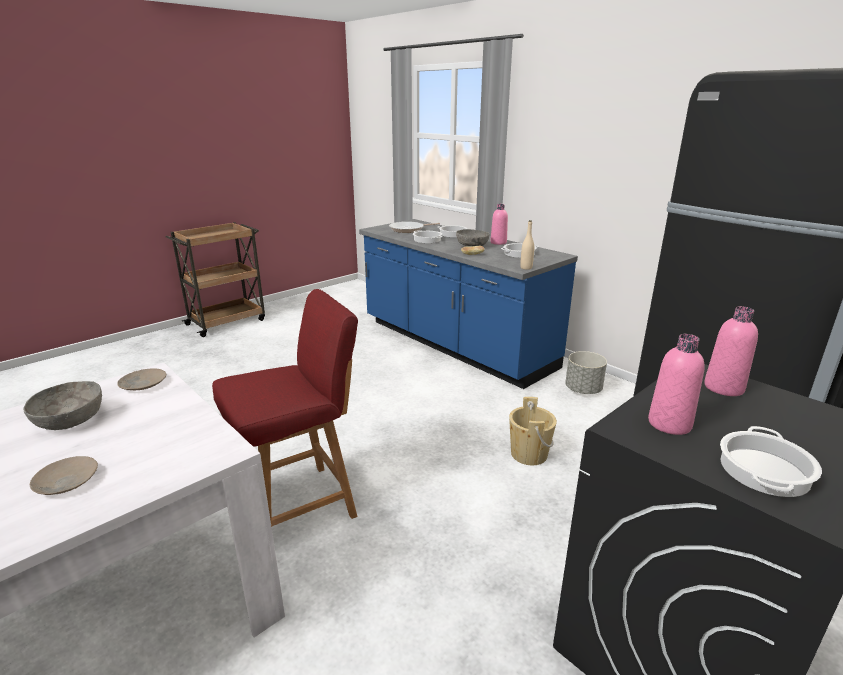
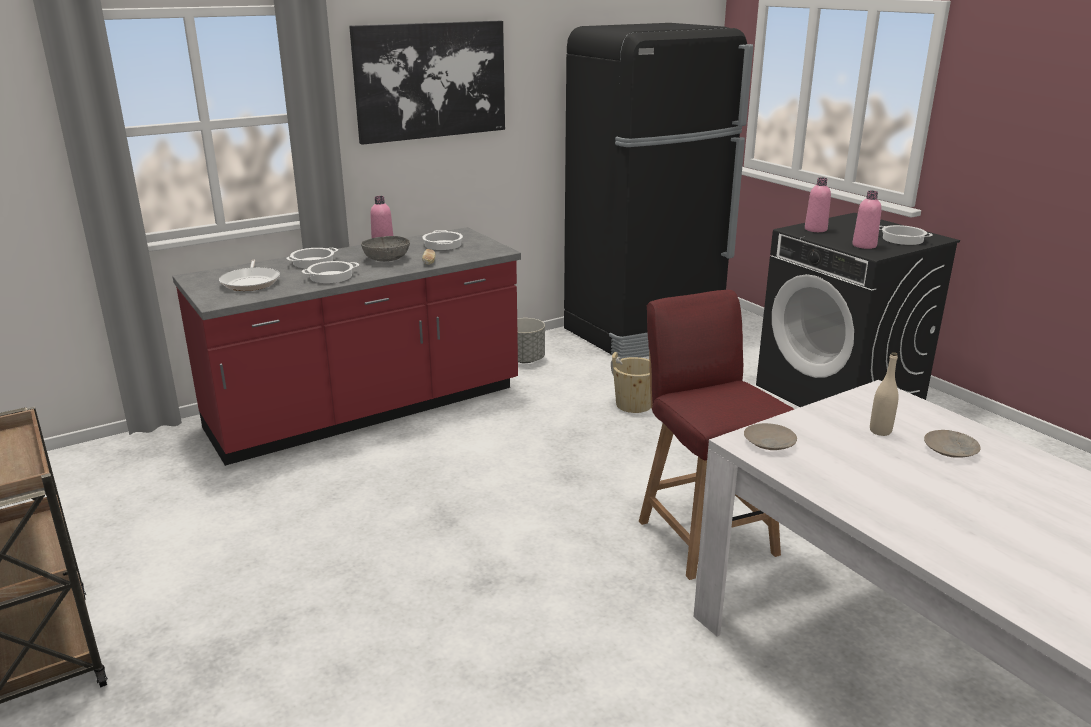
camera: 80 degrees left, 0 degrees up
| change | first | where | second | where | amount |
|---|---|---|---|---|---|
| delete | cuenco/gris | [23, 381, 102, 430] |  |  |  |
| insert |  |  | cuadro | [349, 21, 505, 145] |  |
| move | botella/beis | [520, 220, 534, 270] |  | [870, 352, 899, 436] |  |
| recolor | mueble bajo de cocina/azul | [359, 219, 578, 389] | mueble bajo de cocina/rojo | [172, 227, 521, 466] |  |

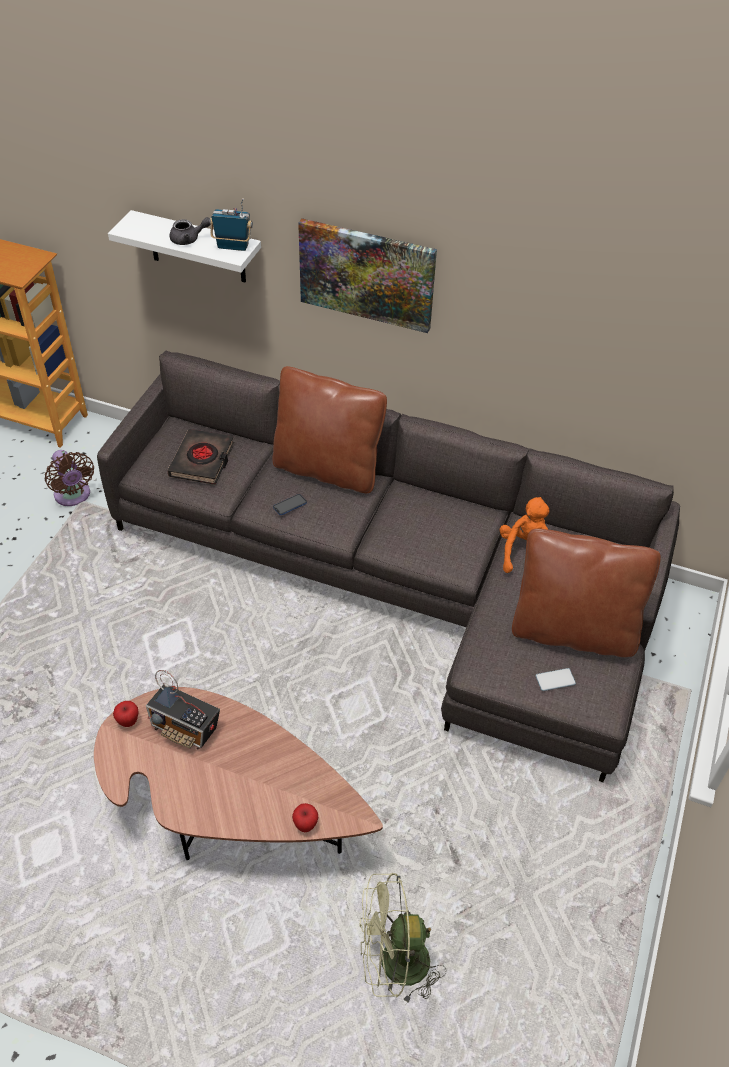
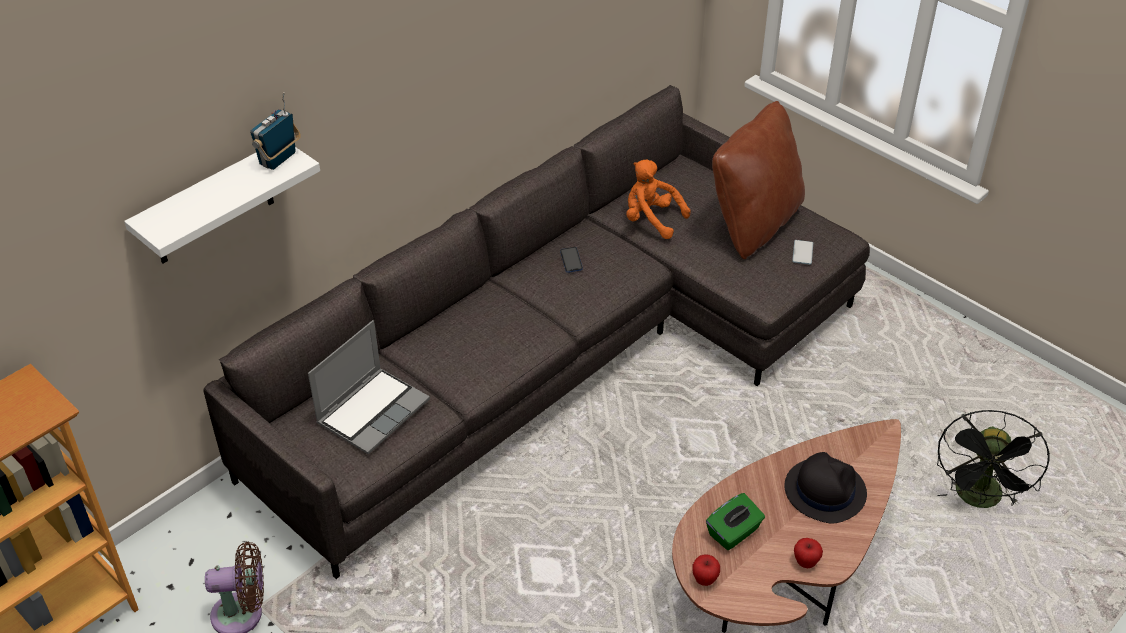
camera: 65 degrees left, 5 degrees down
| change | first | where | second | where | amount |
|---|---|---|---|---|---|
| delete | tetera/gris | [170, 217, 211, 245] |  |  |  |
| delete | cojín/marrón | [273, 366, 387, 493] |  |  |  |
| delete | cuadro | [298, 218, 437, 333] |  |  |  |
| insert |  |  | sombrero/negro | [784, 452, 867, 523] |  |
| move | móvil | [273, 494, 307, 515] |  | [560, 247, 583, 273] |  |
| move | manzana | [292, 803, 318, 832] |  | [794, 538, 823, 568] |  |
| replace | radio | [146, 670, 220, 750] | caja de pañuelos/verde | [706, 493, 765, 550] |  |
| replace | libro/negro | [167, 429, 234, 485] | portátil | [308, 320, 430, 454] |  |
| recolor | ventilador/verde | [360, 873, 446, 1006] | ventilador/negro | [937, 410, 1050, 508] |  |

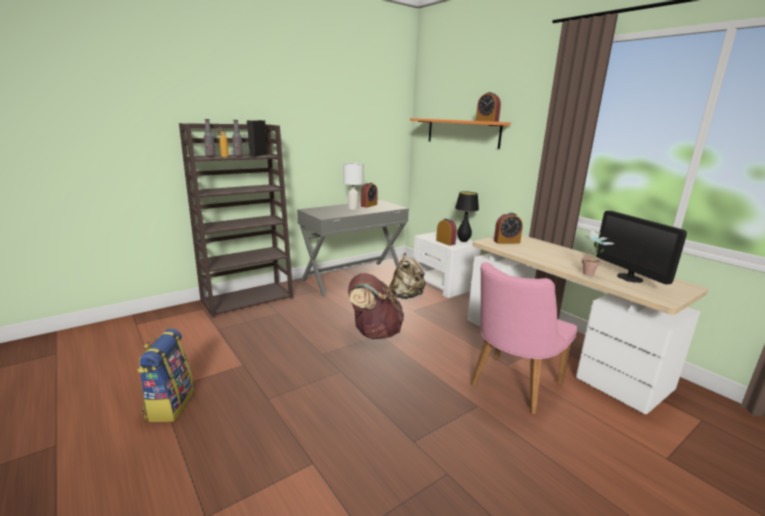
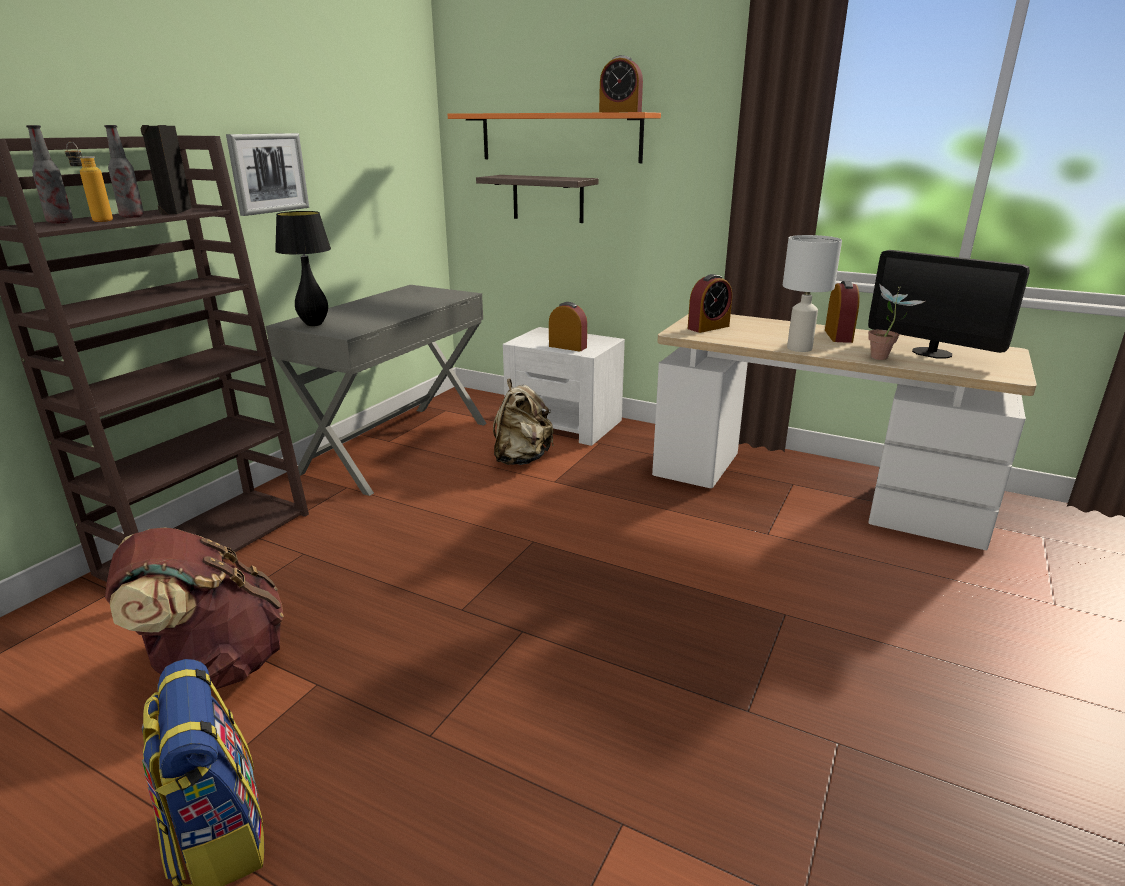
camera: 25 degrees left, 5 degrees up
| change | first | where | second | where | amount |
|---|---|---|---|---|---|
| delete | silla/rosa | [471, 262, 578, 414] |  |  |  |
| insert |  |  | cuadro | [226, 133, 309, 216] |  |
| insert |  |  | estante | [476, 175, 599, 223] |  |
| move | lámpara de mesa/blanco | [343, 163, 364, 210] |  | [783, 235, 842, 352] |  |
| move | mochila/marrón | [348, 273, 404, 339] |  | [105, 527, 284, 690] |  |
| move | despertador | [361, 182, 378, 208] |  | [825, 281, 860, 343] |  |
| move | lámpara de mesa/negro | [455, 191, 479, 242] |  | [275, 211, 331, 326] |  |

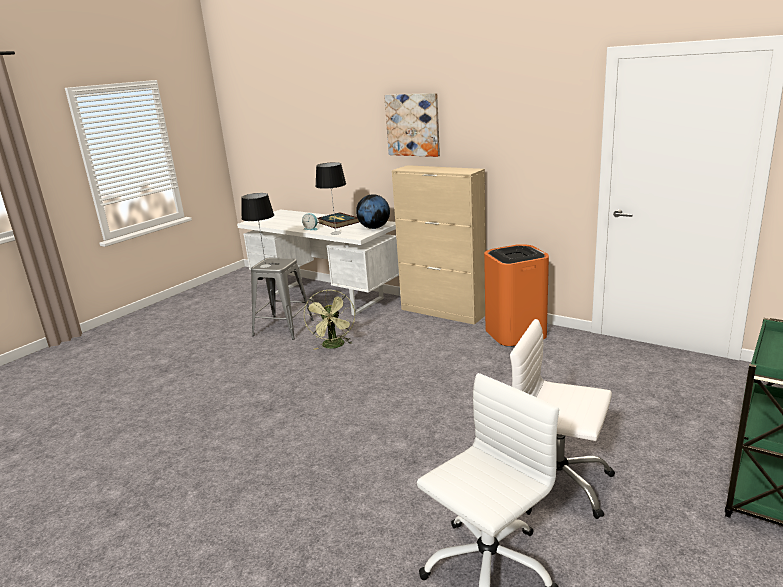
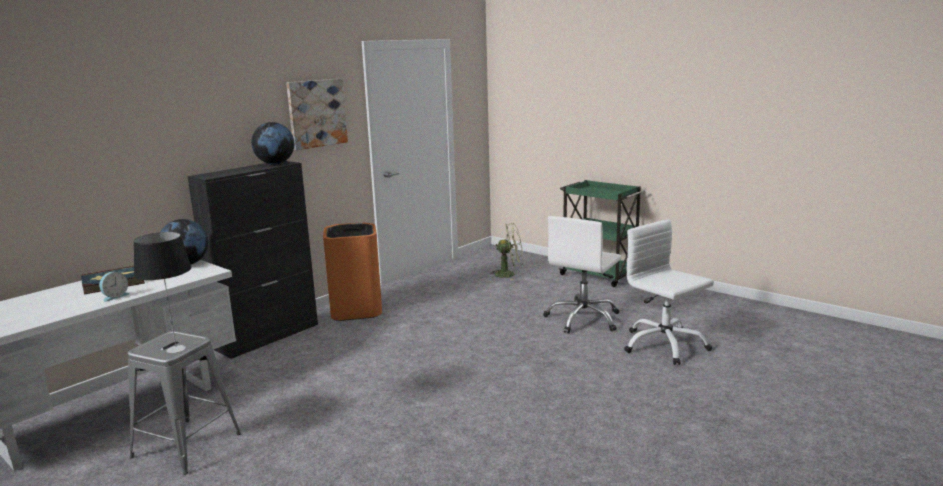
camera: 85 degrees left, 5 degrees down
| change | first | where | second | where | amount |
|---|---|---|---|---|---|
| delete | lámpara de mesa | [315, 162, 346, 235] |  |  |  |
| insert |  |  | globo terráqueo | [251, 122, 294, 164] |  |
| move | ventilador/verde | [304, 290, 355, 350] |  | [489, 223, 523, 280] |  |
| move | cuadro | [384, 93, 440, 157] |  | [286, 79, 348, 150] |  |
| recolor | armario/beis | [392, 165, 486, 325] | armario/negro | [187, 161, 318, 359] |  |

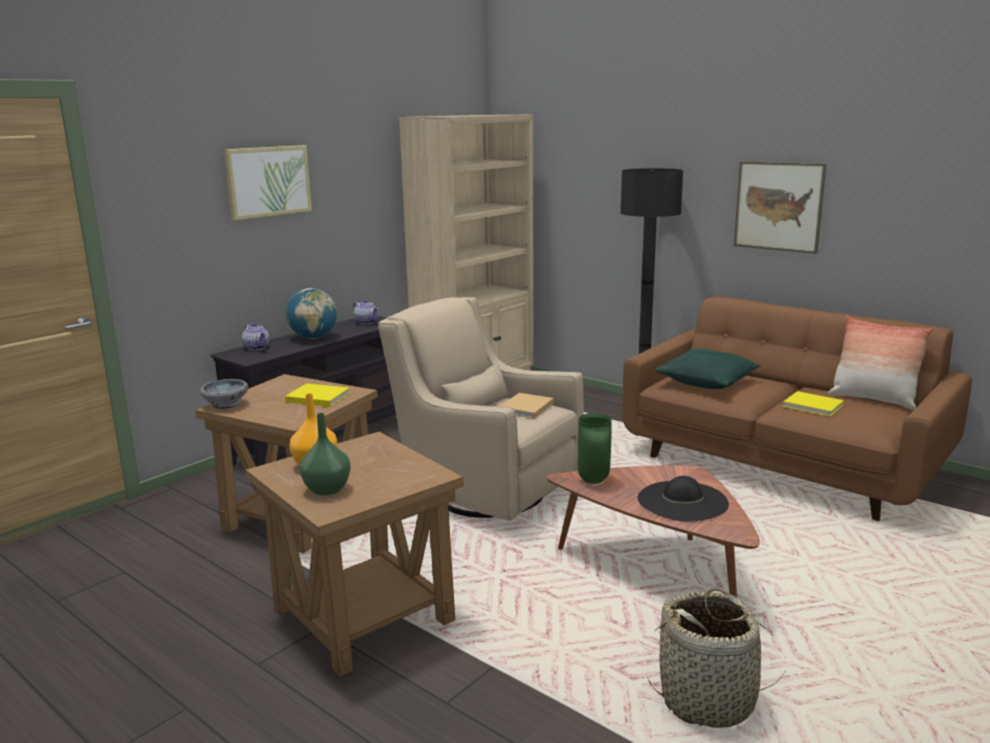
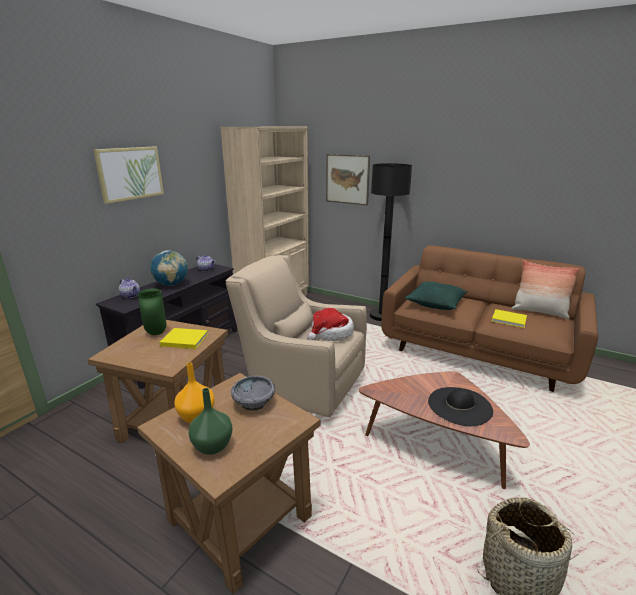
camera: 10 degrees left, 5 degrees up
| change | first | where | second | where | amount |
|---|---|---|---|---|---|
| move | cuenco/gris | [200, 379, 248, 409] |  | [231, 376, 275, 411] |  |
| move | florero/verde | [578, 413, 612, 484] |  | [138, 288, 167, 335] |  |
| move | cuadro | [734, 161, 826, 254] |  | [326, 154, 370, 205] |  |
| replace | libro/beis | [500, 393, 554, 418] | sombrero | [307, 308, 354, 341] |  |

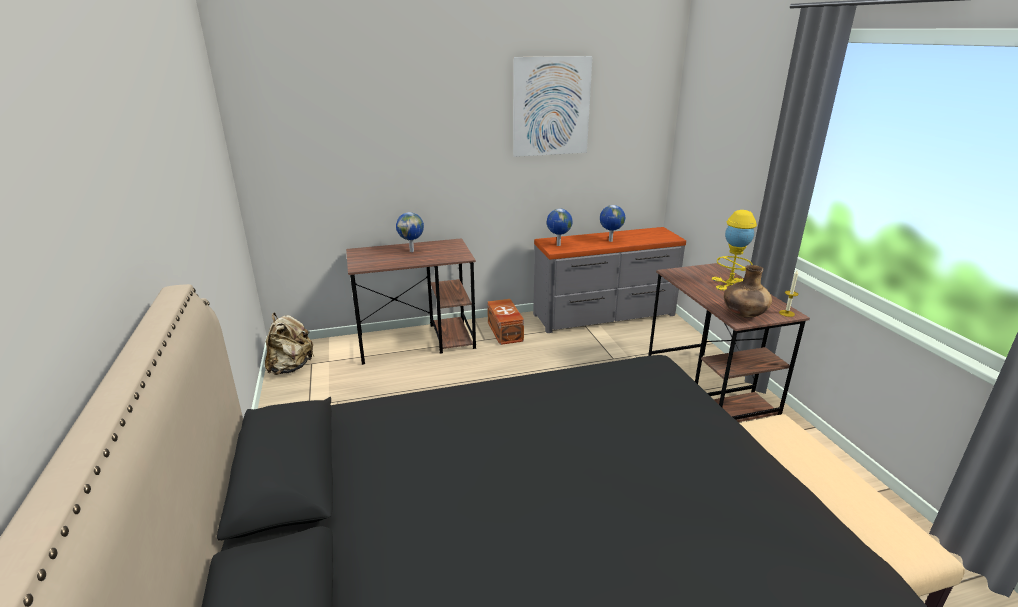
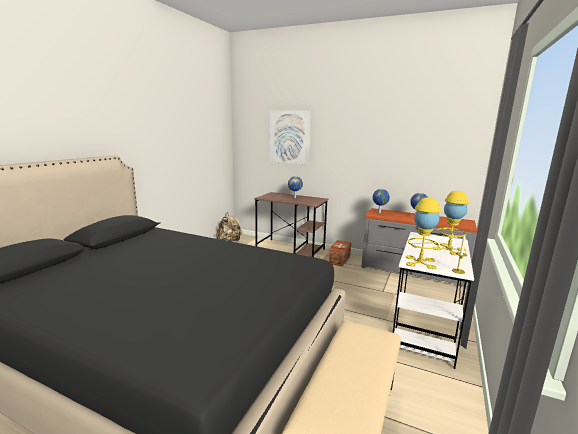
camera: 40 degrees right, 10 degrees down
| change | first | where | second | where | amount |
|---|---|---|---|---|---|
| move | cuadro | [513, 56, 592, 157] |  | [269, 111, 311, 165] |  |
| replace | florero/marrón | [724, 265, 772, 318] | lámpara de mesa/amarillo | [406, 198, 441, 269] |  |
| recolor | escritorio/marrón | [648, 263, 810, 422] | escritorio/blanco | [393, 232, 474, 369] |  |

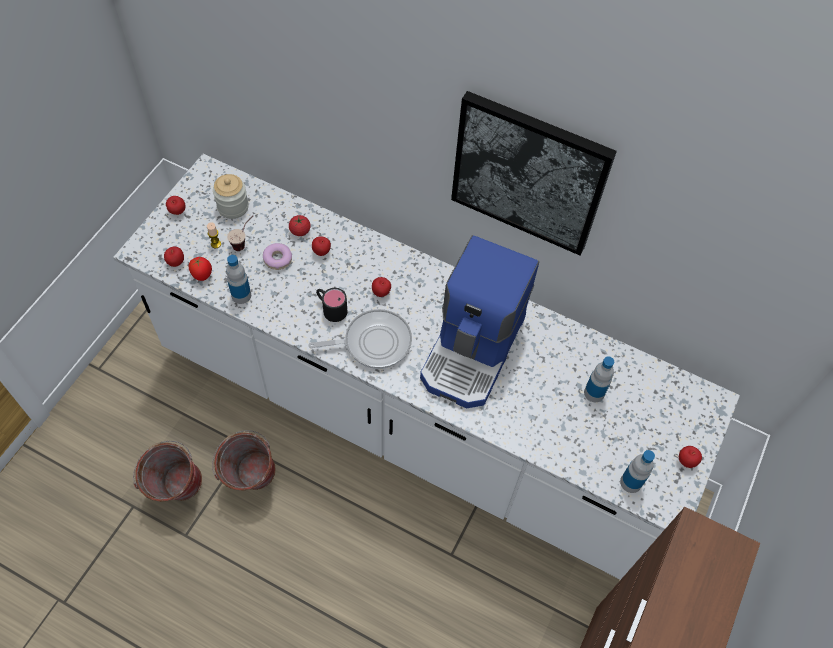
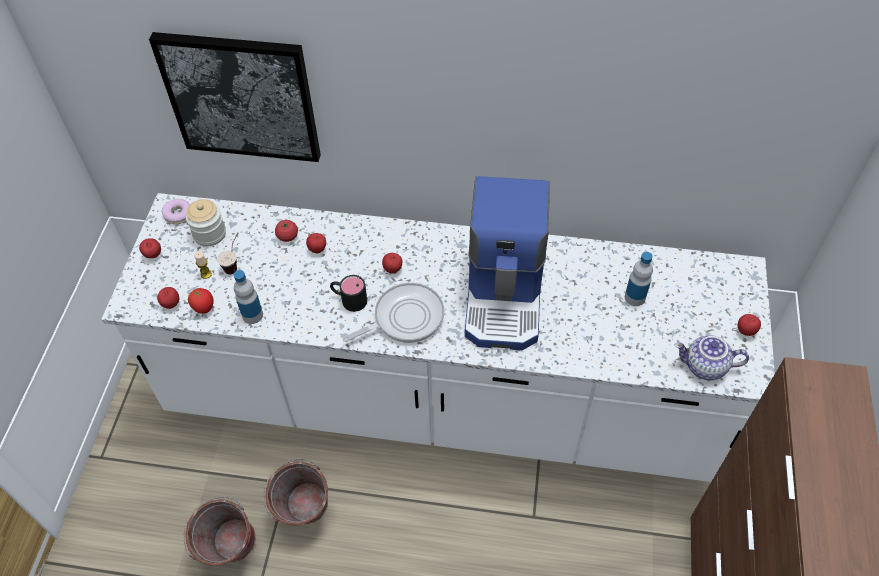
camera: 15 degrees left, 5 degrees down
| change | first | where | second | where | amount |
|---|---|---|---|---|---|
| move | rosquilla | [263, 243, 292, 270] |  | [162, 199, 190, 224] |  |
| move | cuadro | [451, 91, 617, 256] |  | [149, 32, 321, 162] |  |
| replace | botella | [620, 450, 655, 493] | tetera | [675, 335, 749, 380] |  |

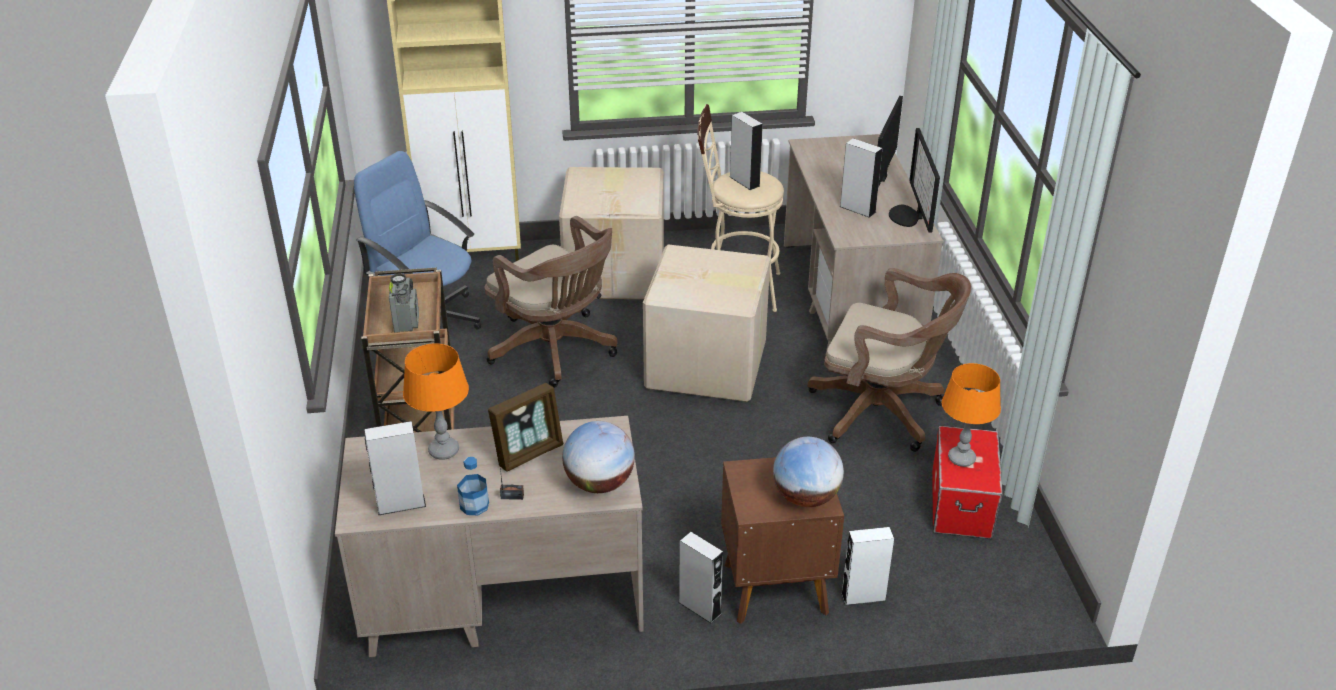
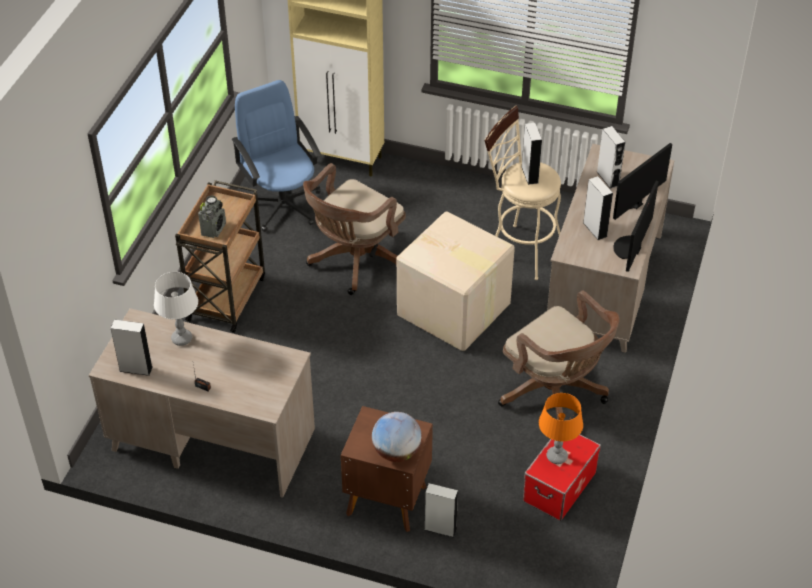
camera: 25 degrees right, 10 degrees up
| change | first | where | second | where | amount |
|---|---|---|---|---|---|
| delete | botella | [457, 457, 489, 515] |  |  |  |
| delete | portarretratos | [488, 383, 563, 472] |  |  |  |
| delete | caja de cartón | [559, 167, 664, 299] |  |  |  |
| delete | globo terráqueo | [562, 421, 635, 493] |  |  |  |
| move | altavoz/gris | [679, 532, 723, 624] |  | [597, 126, 625, 189] |  |
| recolor | lámpara de mesa/naranja | [403, 343, 469, 460] | lámpara de mesa/blanco | [154, 272, 198, 346] |  |
| rotate | silla de oficina/marrón | [484, 216, 617, 388] |  | [303, 163, 406, 295] | 60 degrees clockwise |

